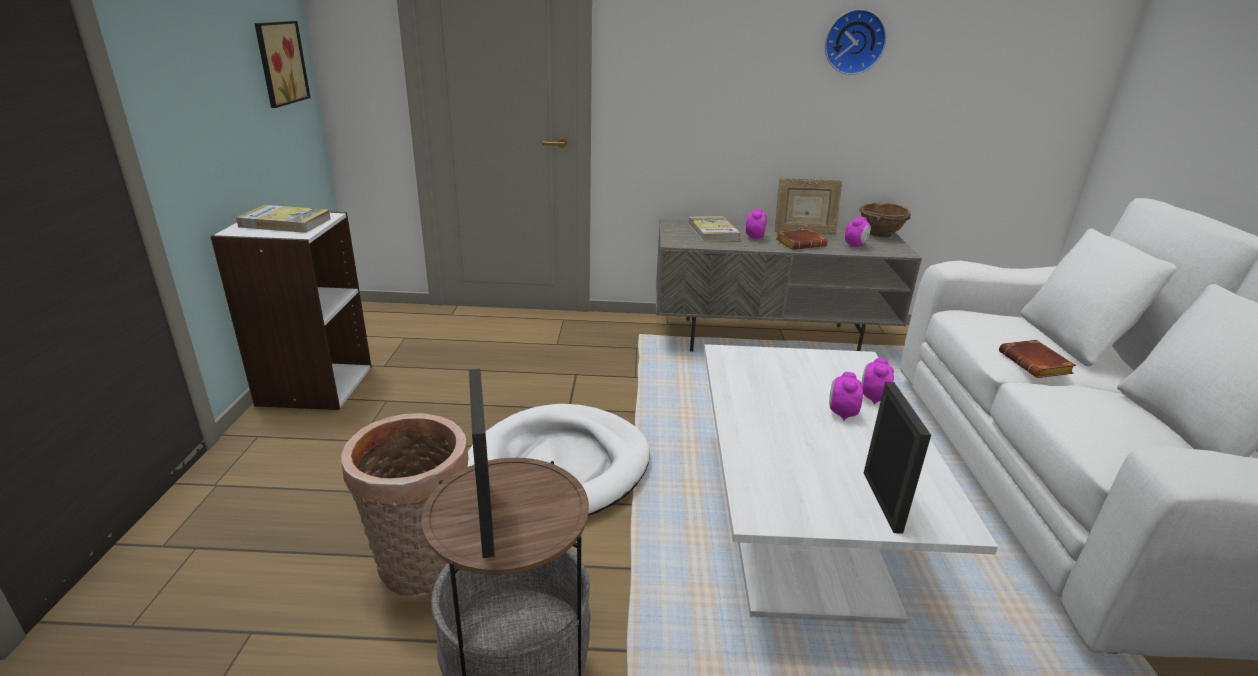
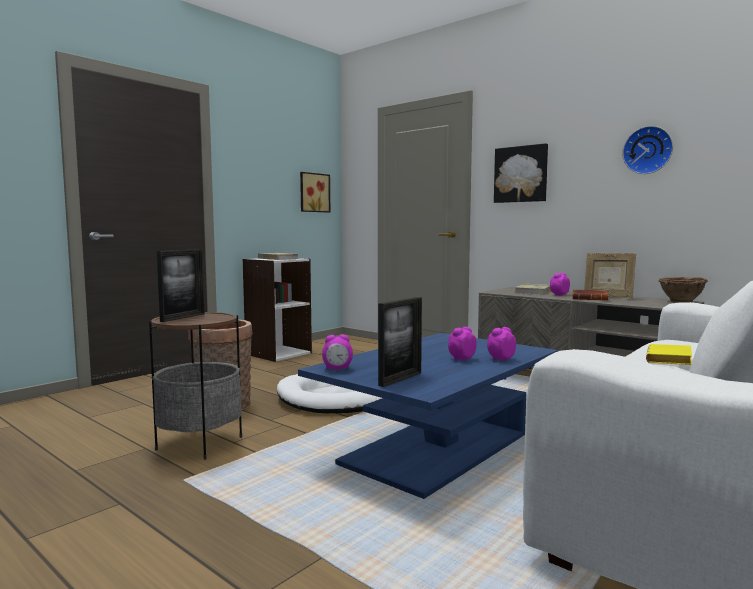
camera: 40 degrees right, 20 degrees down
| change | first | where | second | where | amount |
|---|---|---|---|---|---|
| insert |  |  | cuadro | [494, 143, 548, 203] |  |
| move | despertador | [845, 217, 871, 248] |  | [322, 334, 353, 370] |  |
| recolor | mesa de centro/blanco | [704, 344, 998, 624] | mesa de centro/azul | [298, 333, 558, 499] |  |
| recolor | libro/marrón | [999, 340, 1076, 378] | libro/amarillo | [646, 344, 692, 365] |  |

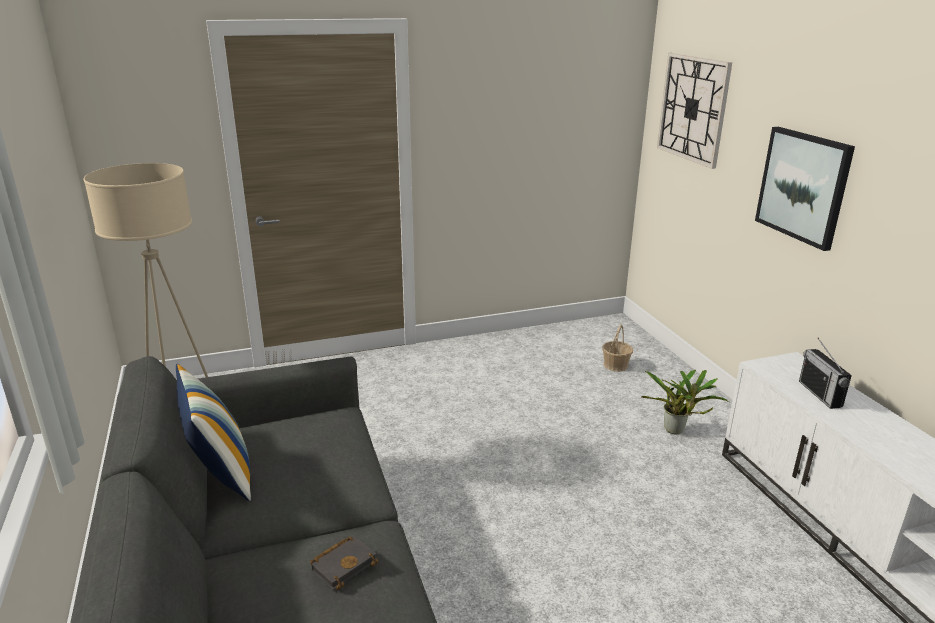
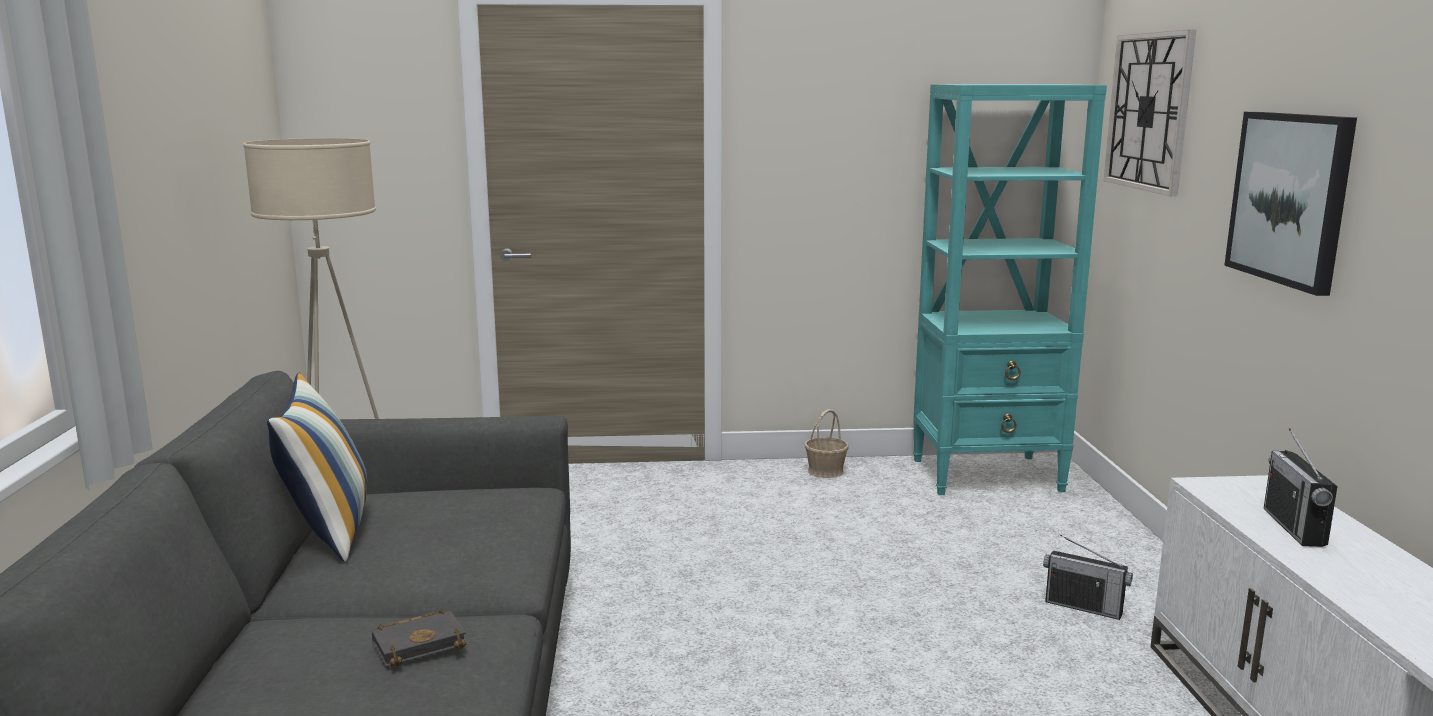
camera: 15 degrees right, 10 degrees down
| change | first | where | second | where | amount |
|---|---|---|---|---|---|
| insert |  |  | estantería/turquesa | [913, 84, 1107, 495] |  |
| move | cesta | [602, 324, 633, 372] |  | [805, 409, 849, 478] |  |
| replace | planta en maceta | [642, 370, 729, 435] | radio | [1043, 535, 1133, 620] |  |

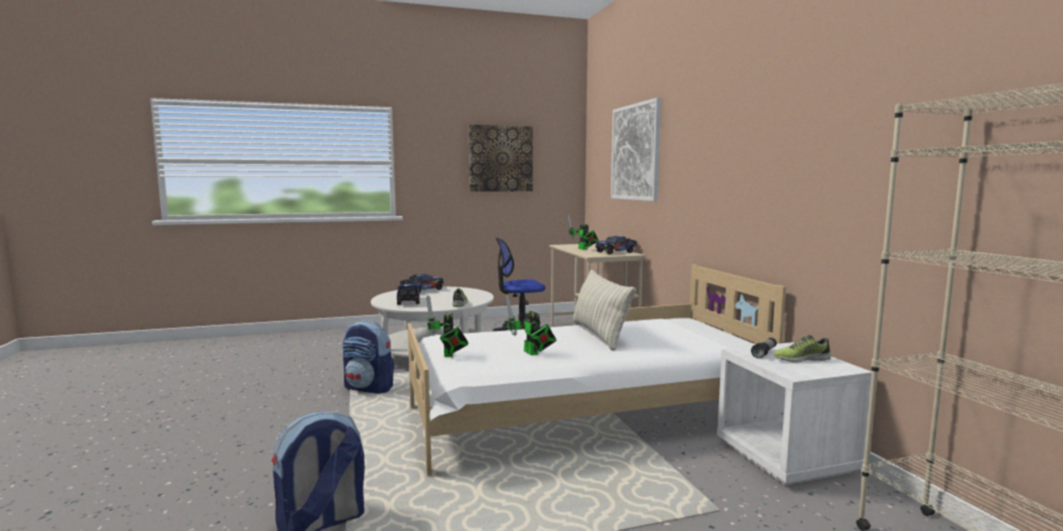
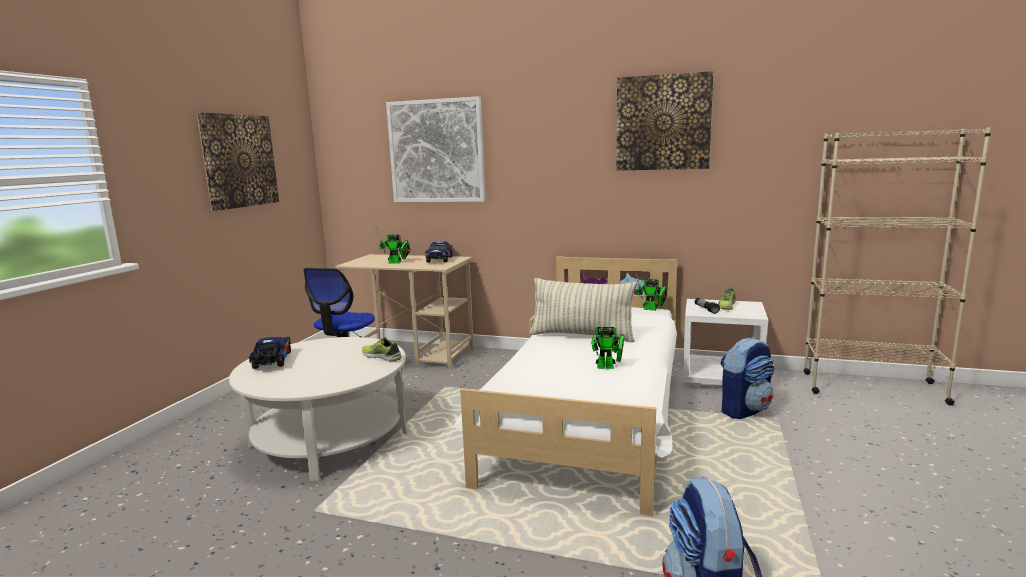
camera: 55 degrees left, 5 degrees up
| change | first | where | second | where | amount |
|---|---|---|---|---|---|
| delete | camión de juguete | [397, 283, 420, 305] |  |  |  |
| insert |  |  | cuadro | [616, 71, 713, 171] |  |
| move | mochila | [342, 321, 395, 394] |  | [721, 337, 775, 419] |  |
| move | robot de juguete | [426, 295, 468, 357] |  | [635, 270, 667, 311] |  |

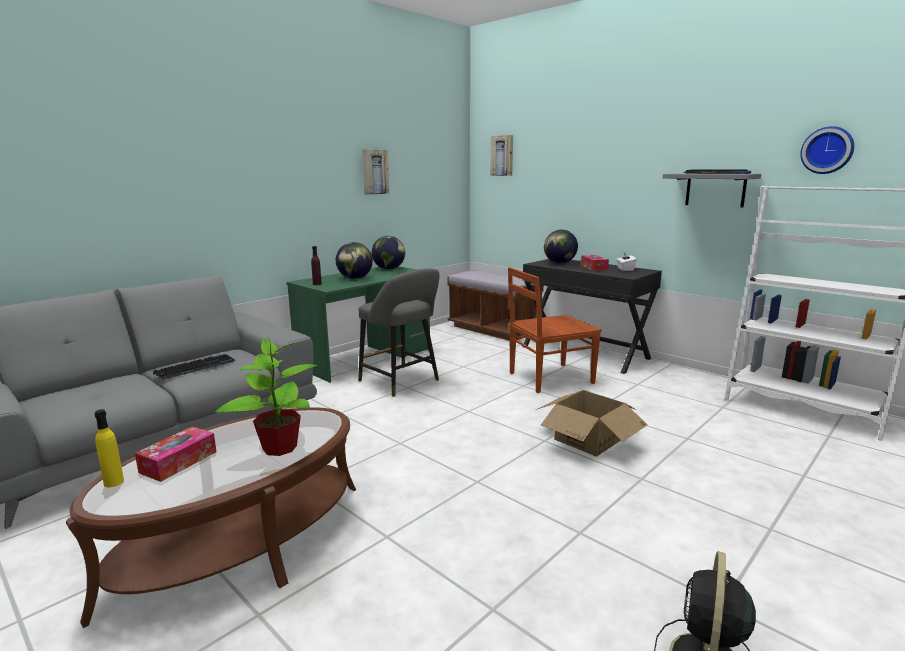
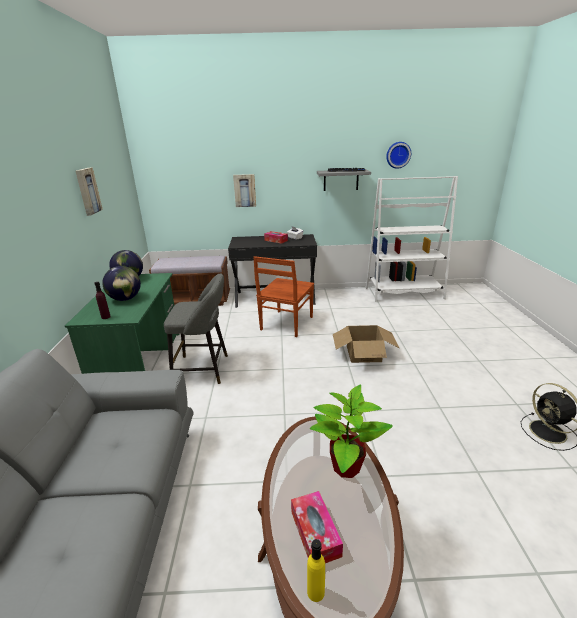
camera: 45 degrees left, 10 degrees up
| change | first | where | second | where | amount |
|---|---|---|---|---|---|
| delete | teclado | [153, 354, 236, 380] |  |  |  |
| delete | globo terráqueo | [544, 230, 578, 264] |  |  |  |
| move | cuadro | [490, 135, 513, 176] |  | [233, 174, 256, 207] |  |

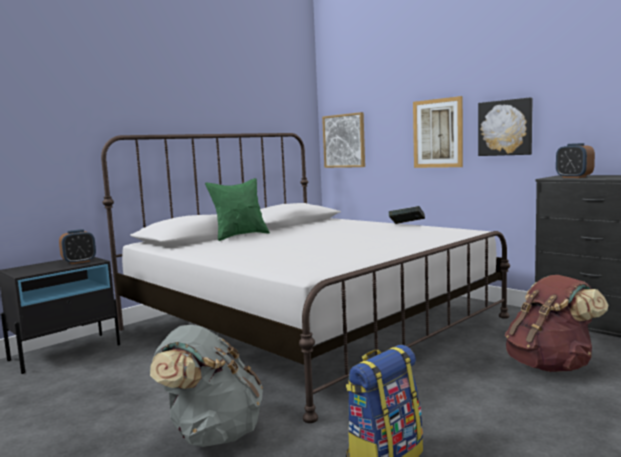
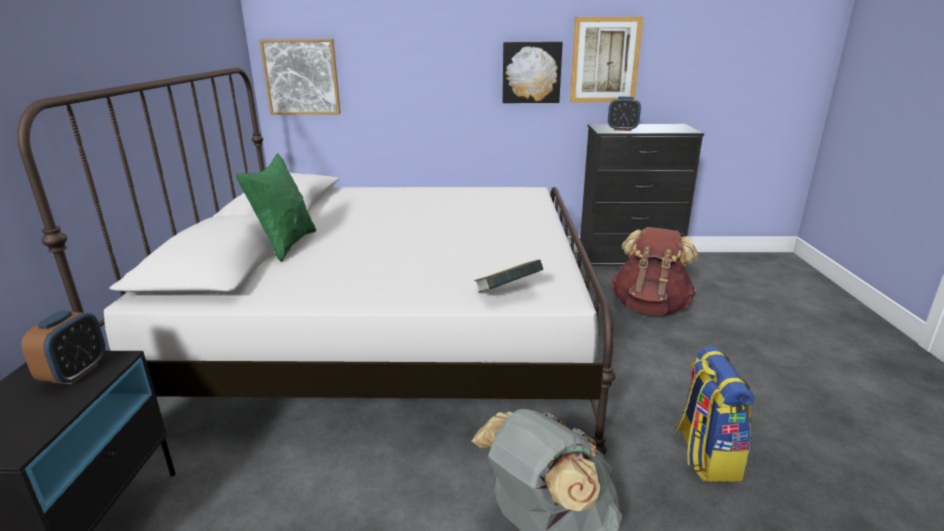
camera: 45 degrees left, 15 degrees up
| change | first | where | second | where | amount |
|---|---|---|---|---|---|
| move | libro | [389, 206, 425, 224] |  | [474, 259, 544, 292] |  |
| move | cuadro | [413, 96, 463, 168] |  | [570, 16, 644, 102] |  |

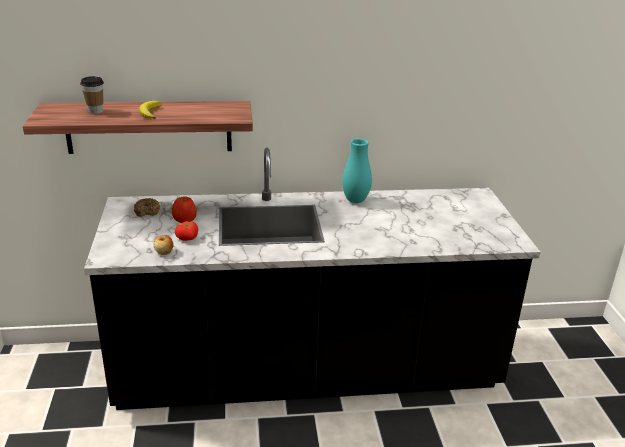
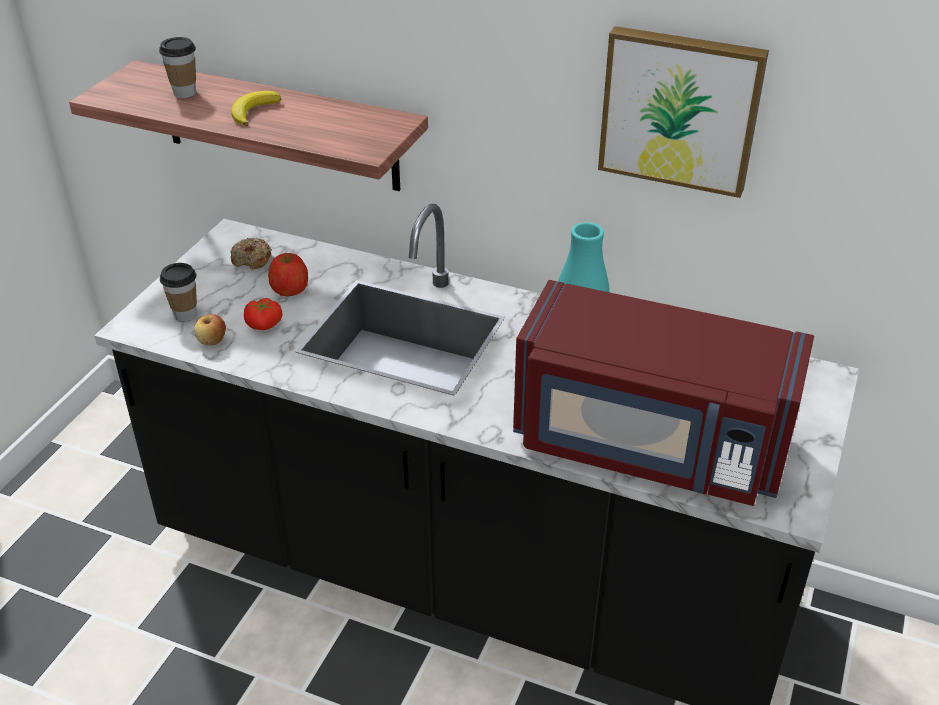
camera: 30 degrees right, 10 degrees up
| change | first | where | second | where | amount |
|---|---|---|---|---|---|
| insert |  |  | taza | [160, 263, 197, 322] |  |
| insert |  |  | microondas/rojo | [513, 280, 814, 506] |  |
| insert |  |  | cuadro | [598, 26, 769, 198] |  |

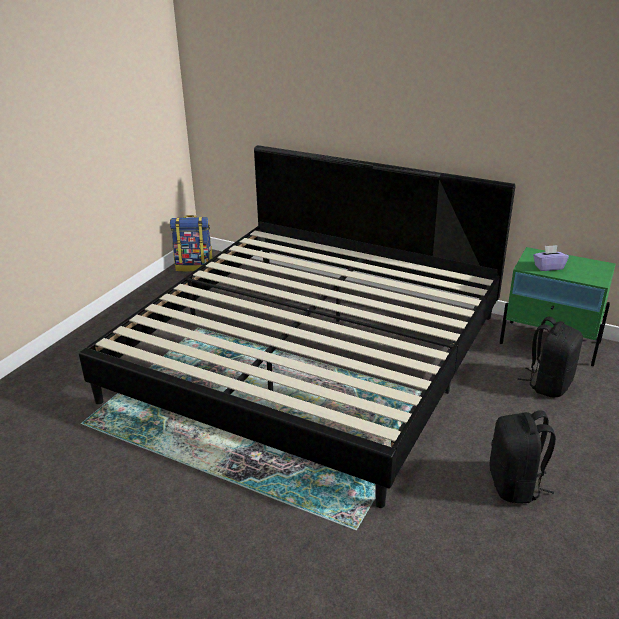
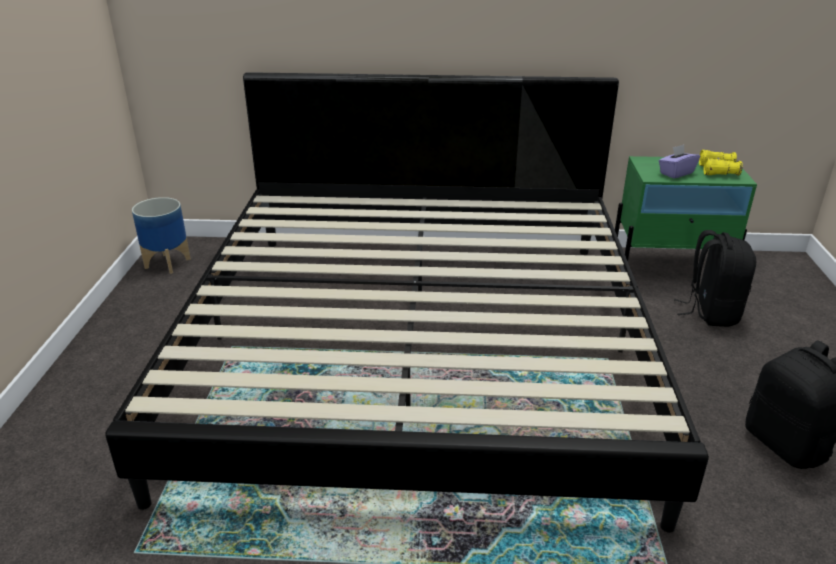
camera: 25 degrees left, 0 degrees up
| change | first | where | second | where | amount |
|---|---|---|---|---|---|
| insert |  |  | prismáticos/amarillo | [699, 150, 743, 176] |  |
| replace | mochila | [170, 215, 212, 272] | maceta | [132, 197, 191, 274] |  |

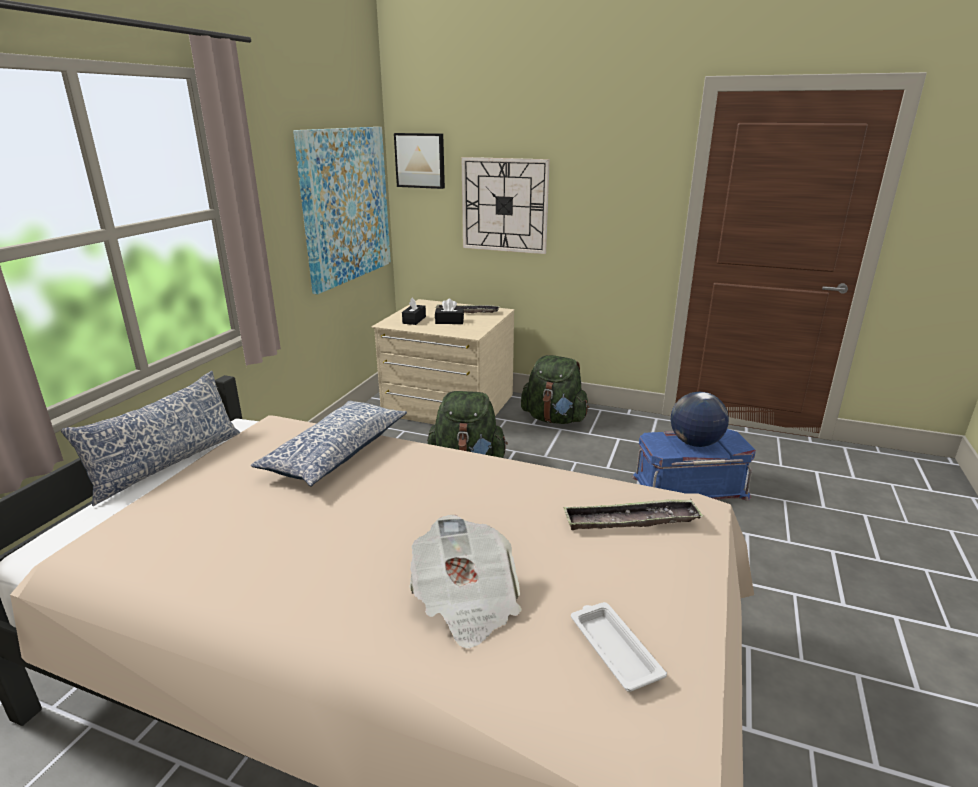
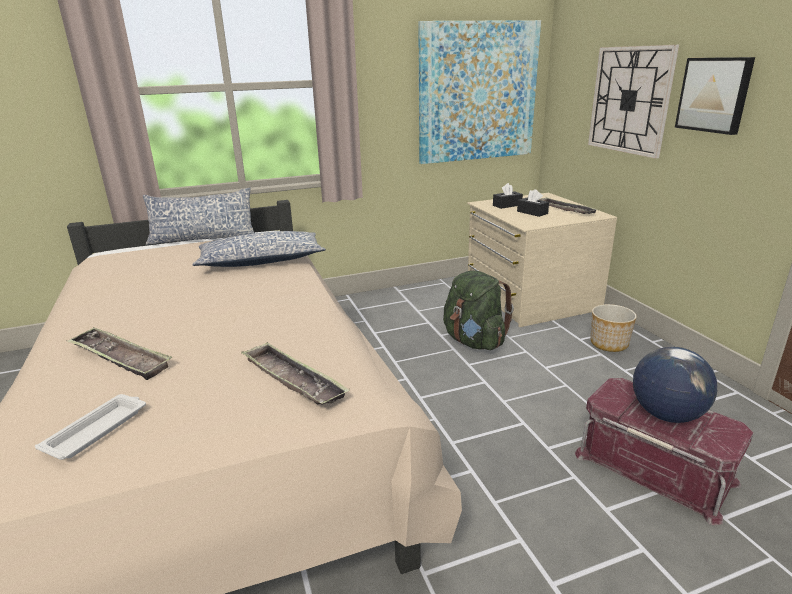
camera: 50 degrees right, 0 degrees up
| change | first | where | second | where | amount |
|---|---|---|---|---|---|
| move | cuadro | [394, 133, 445, 189] |  | [675, 57, 755, 135] |  |
| replace | periódico | [409, 515, 521, 649] | bandeja | [67, 328, 172, 380] |  |
| replace | mochila/verde | [521, 355, 589, 424] | maceta | [590, 304, 637, 352] |  |
| recolor | caja de almacenaje/azul | [631, 429, 756, 501] | caja de almacenaje/rojo | [575, 378, 753, 525] |  |

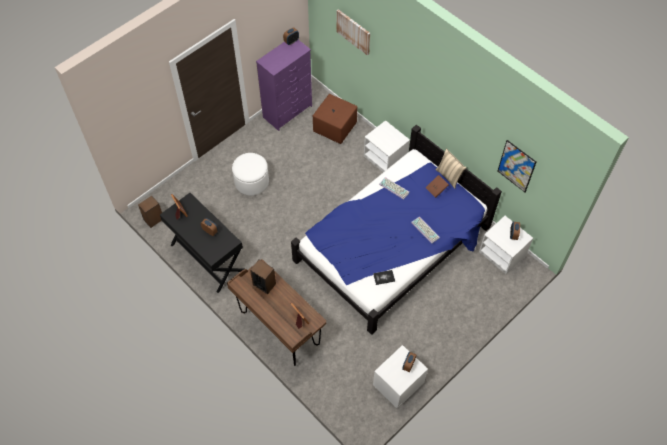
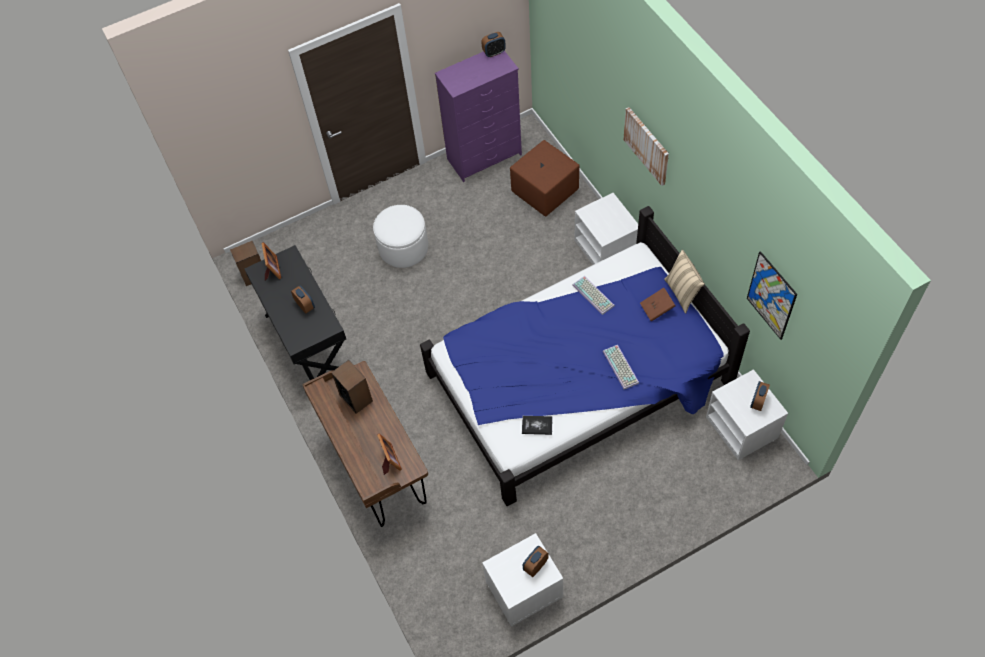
camera: 20 degrees right, 0 degrees up
| change | first | where | second | where | amount |
|---|---|---|---|---|---|
| move | cuadro | [337, 9, 370, 56] |  | [623, 107, 669, 186] |  |

